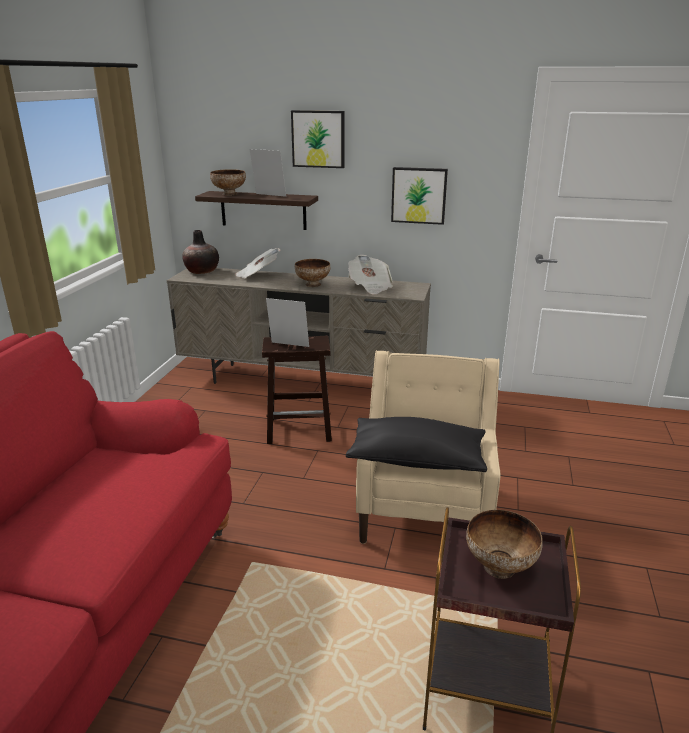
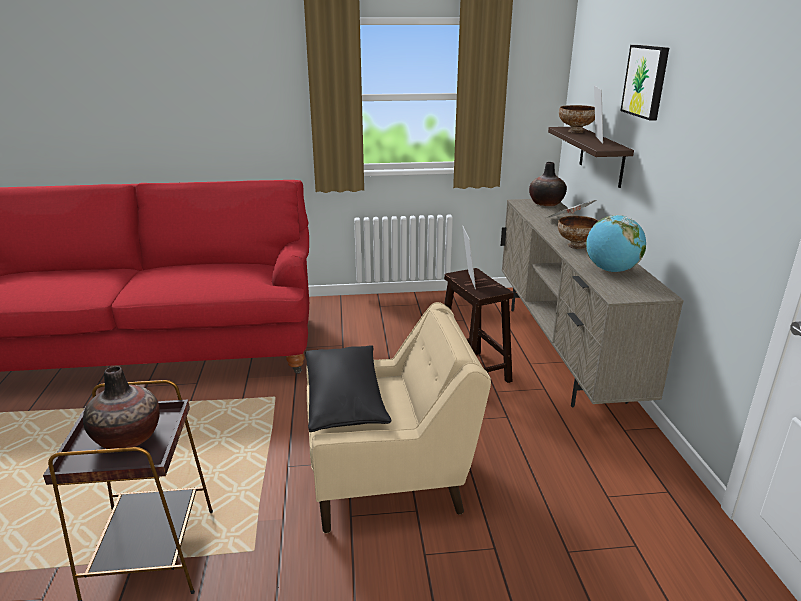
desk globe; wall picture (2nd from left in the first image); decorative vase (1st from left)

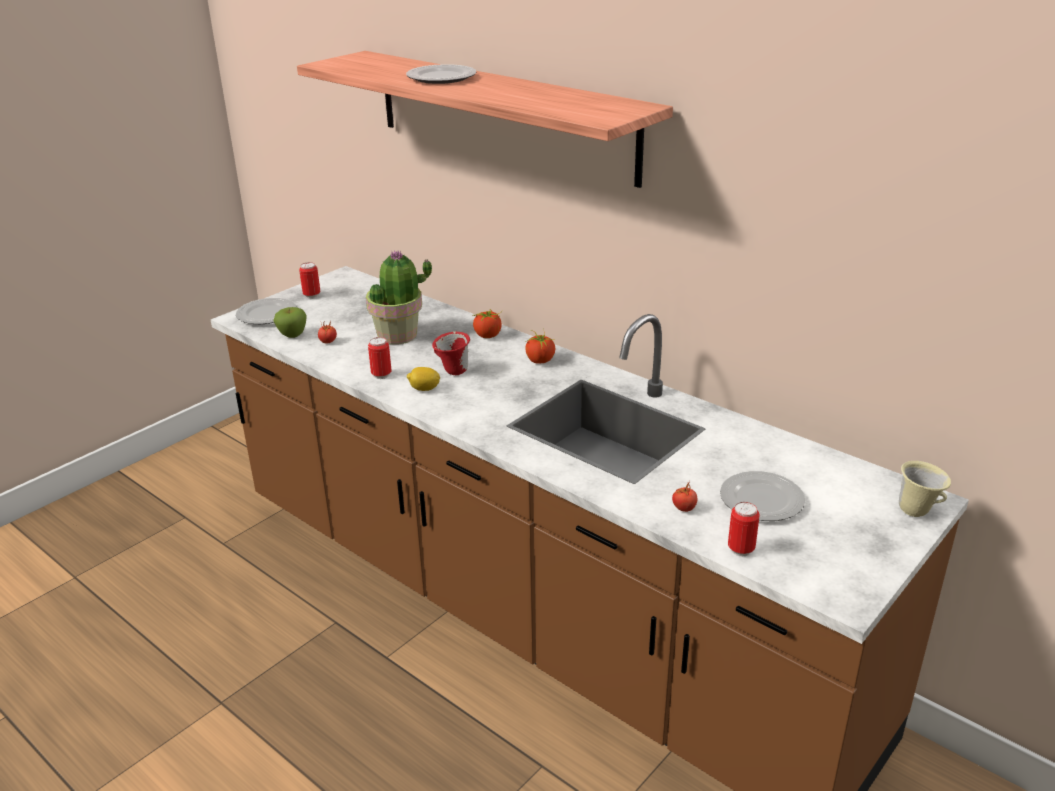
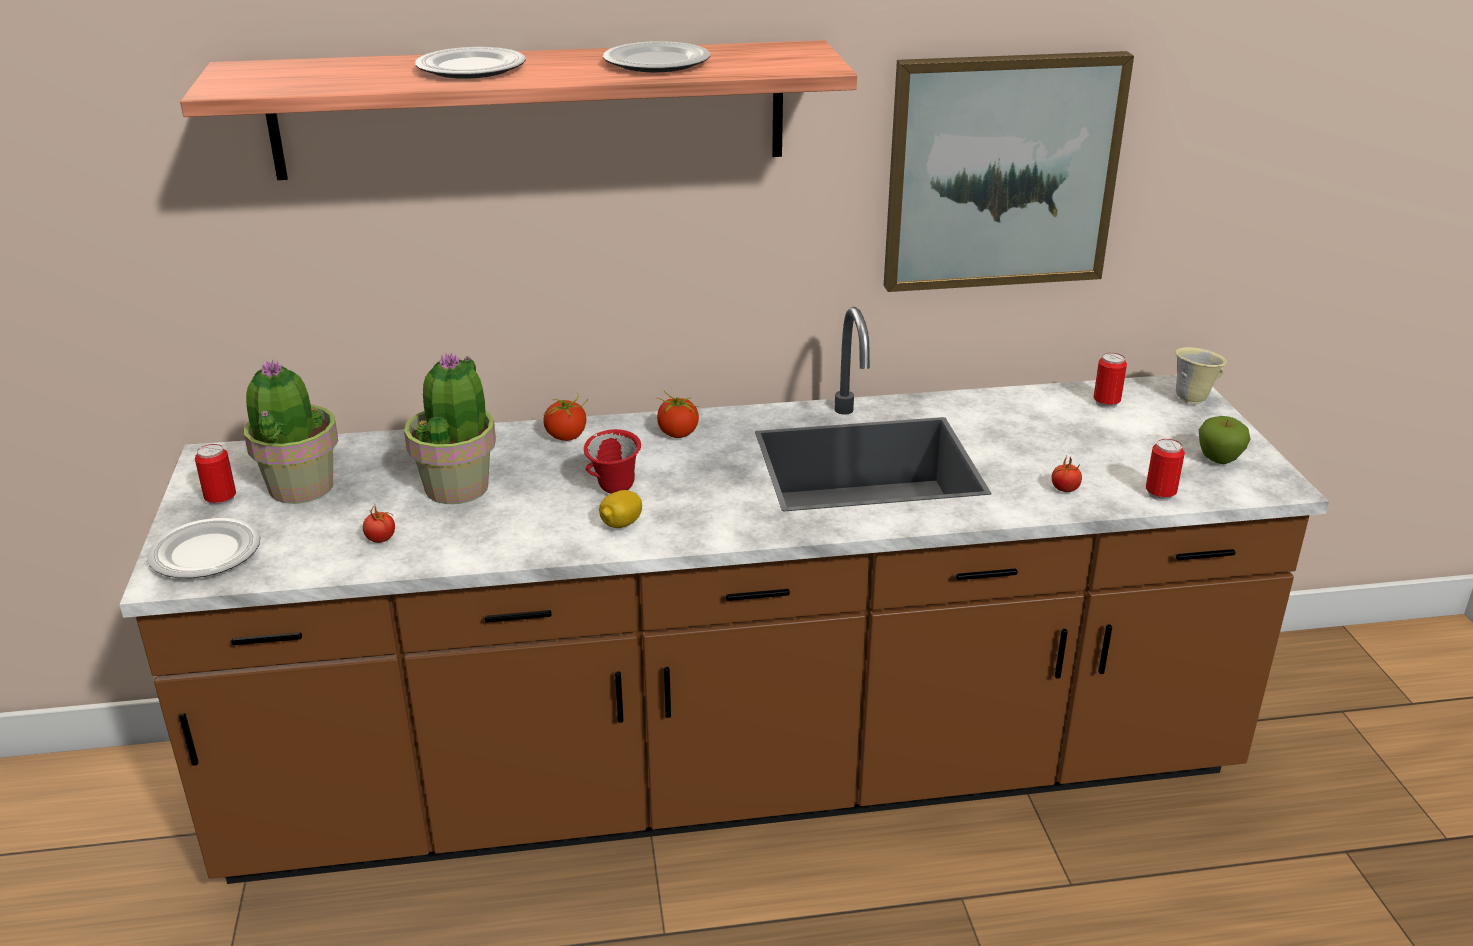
apple fruit; can (2nd from left); plate (3rd from left); plant in a pot (1st from left); wall picture

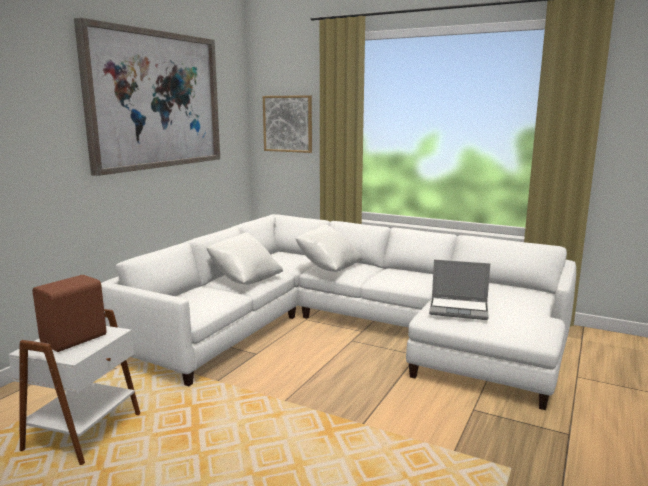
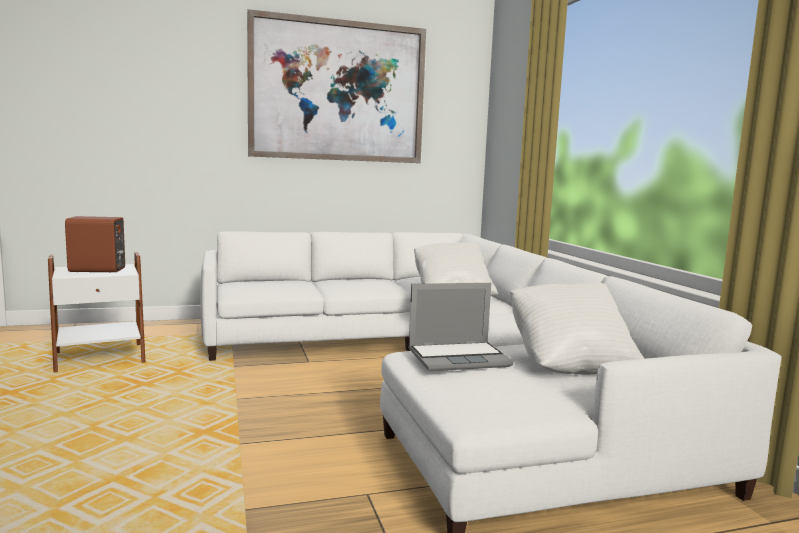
white pillow (2nd from left); wall picture (2nd from left in the first image); laptop

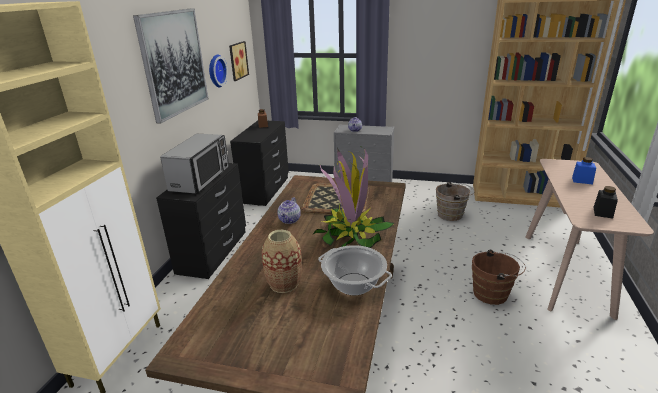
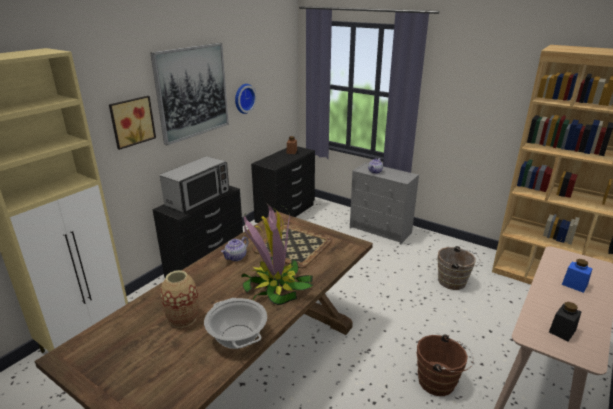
wall picture (1st from left)

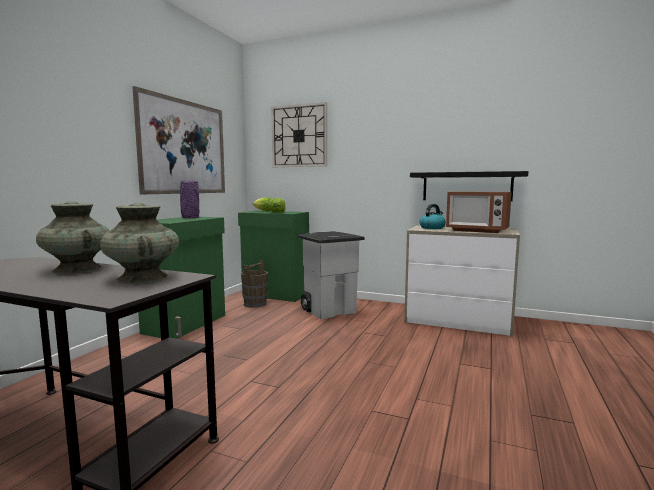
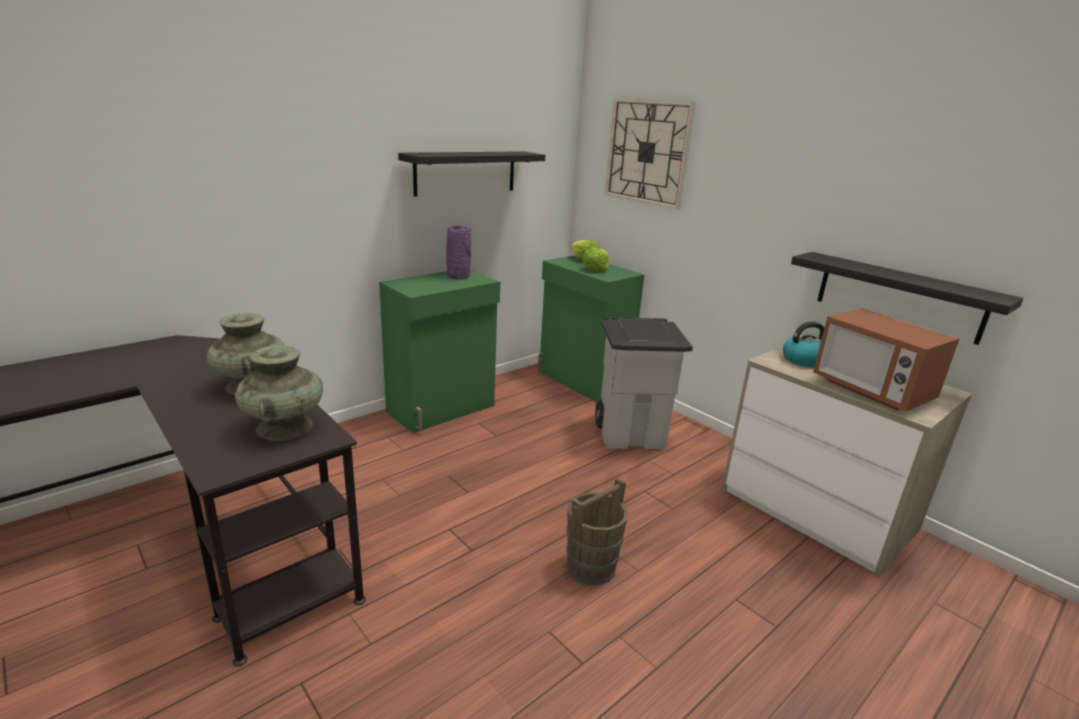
black-coloured wall shelf (1st from left); brown water bucket

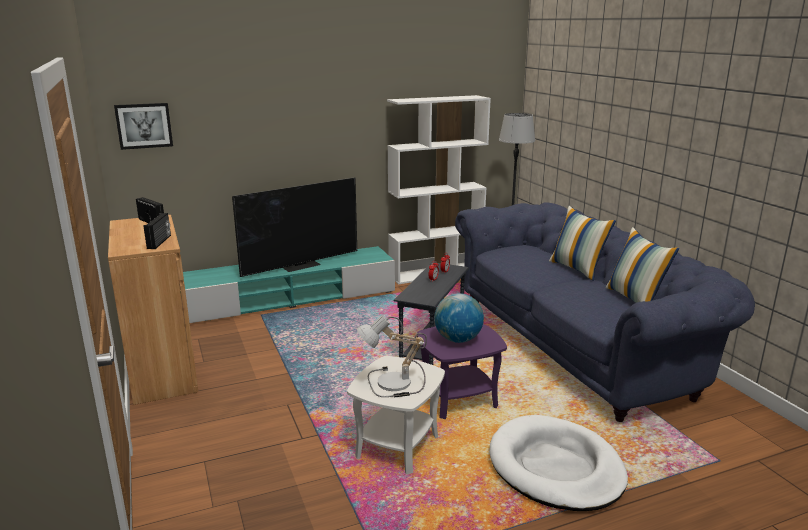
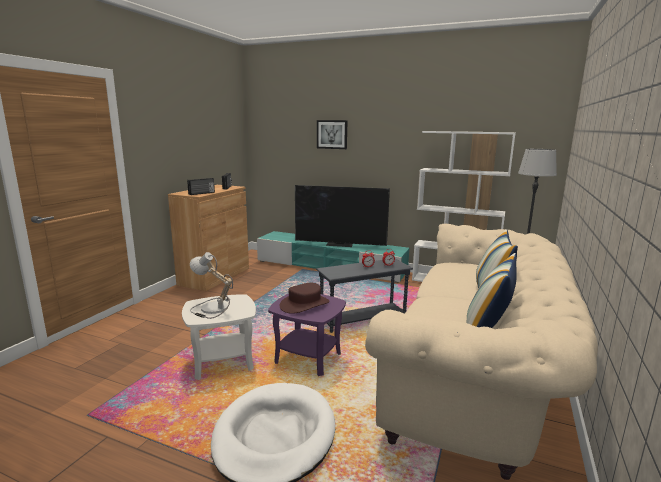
wall picture; brown wearable hat; sand-coloured couch

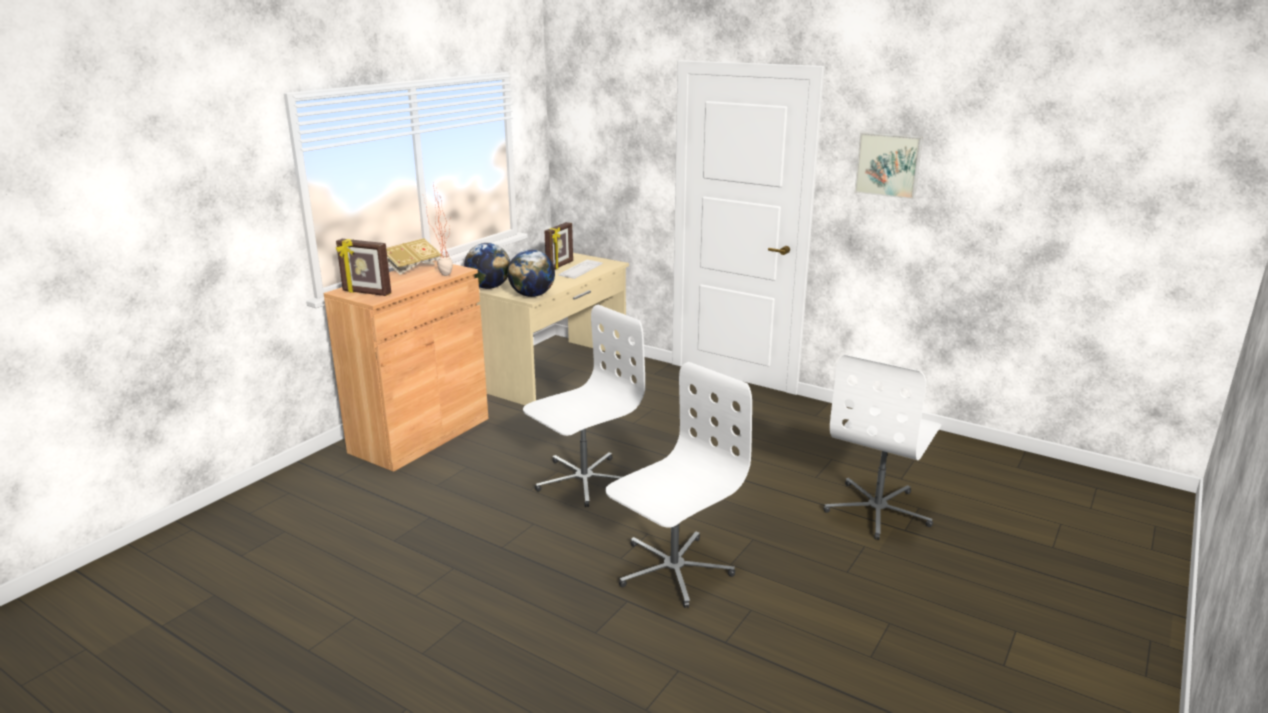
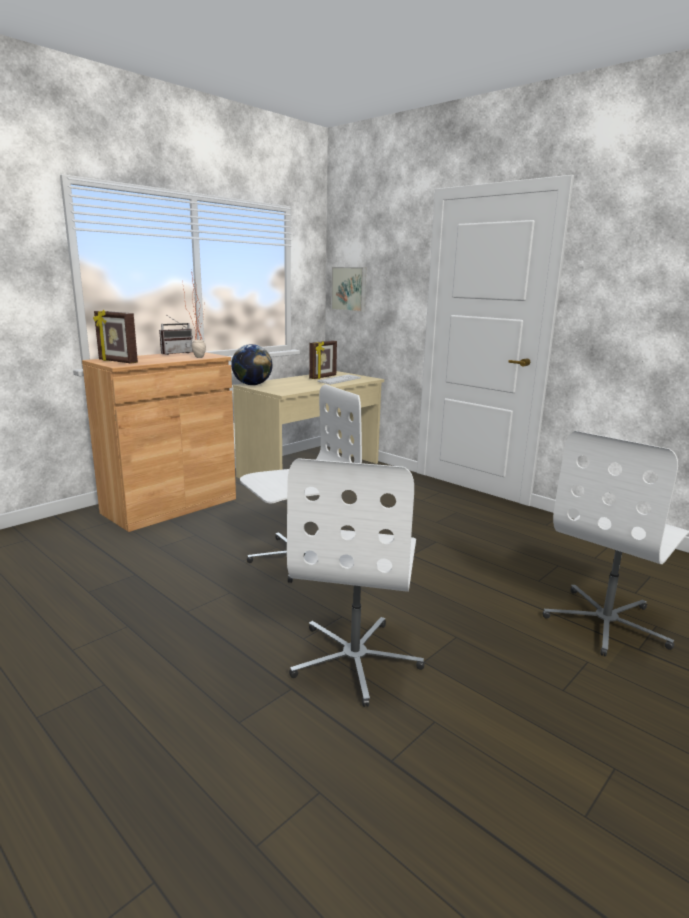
radio receiver; desk globe (2nd from left in the first image); white desk chair (2nd from left); wall picture

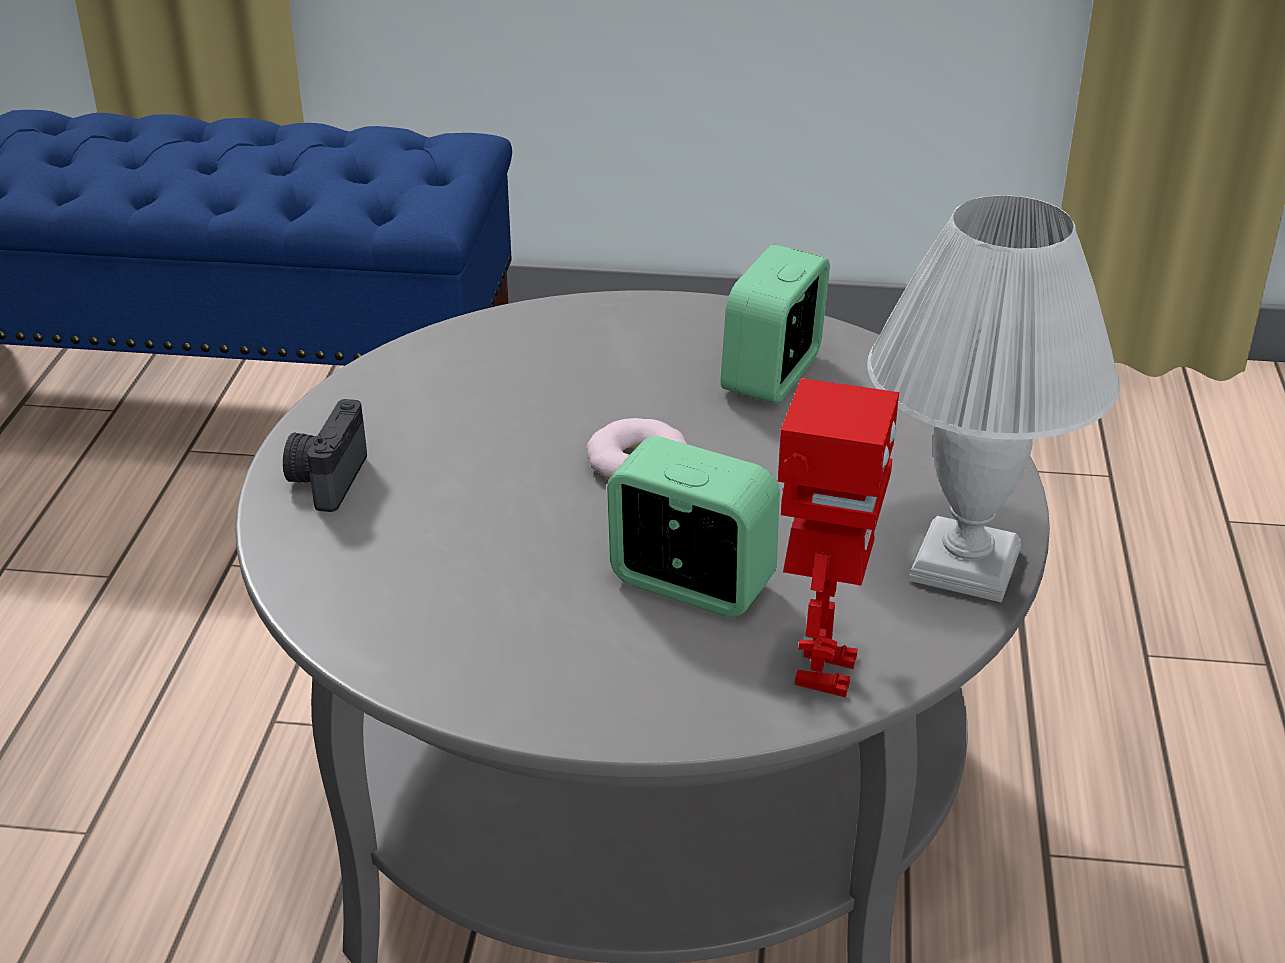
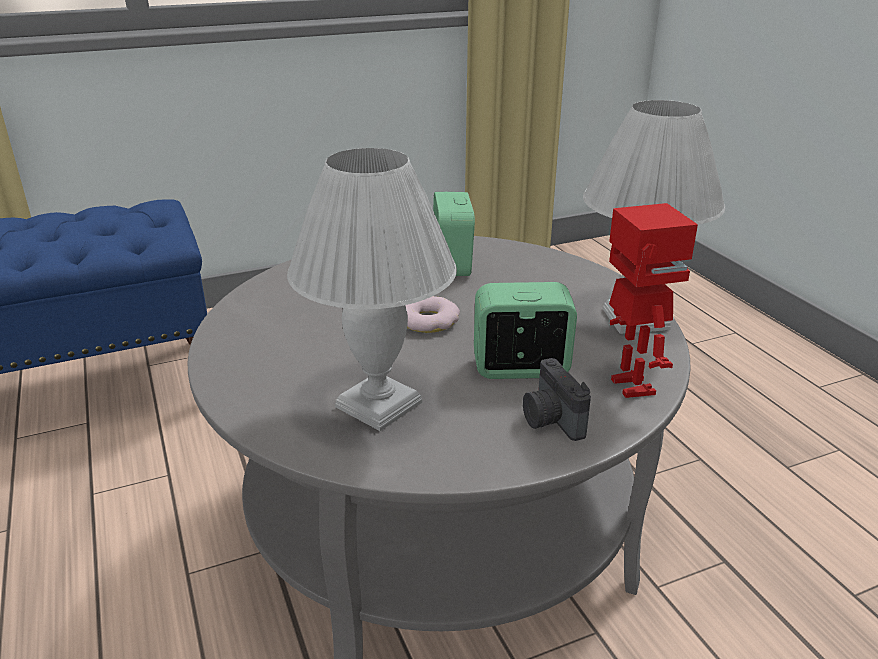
photo camera; white table lamp (1st from left)

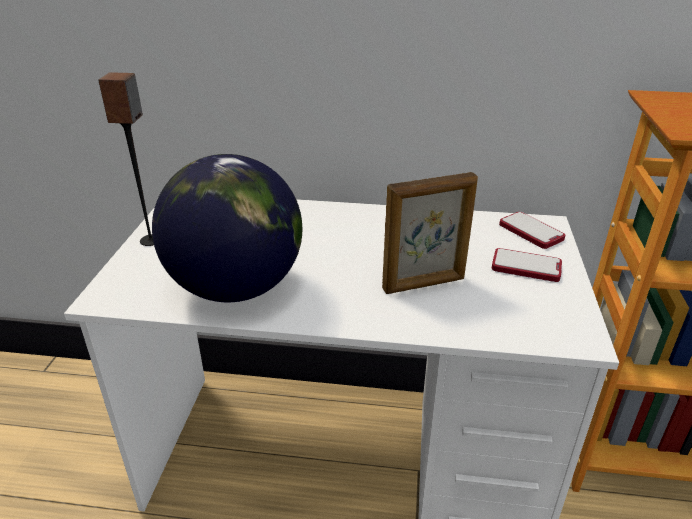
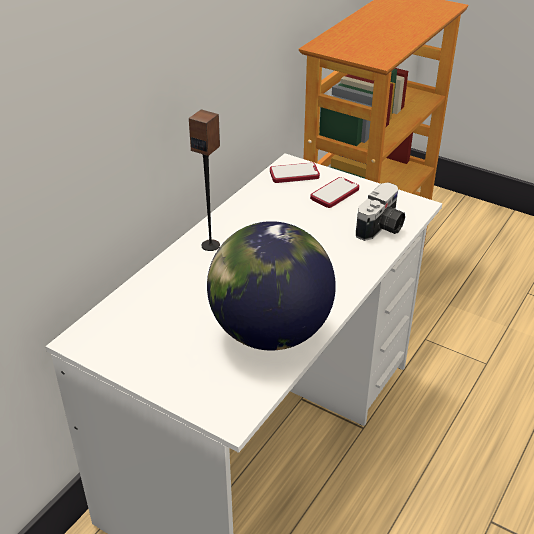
audio speaker; photo frame; photo camera

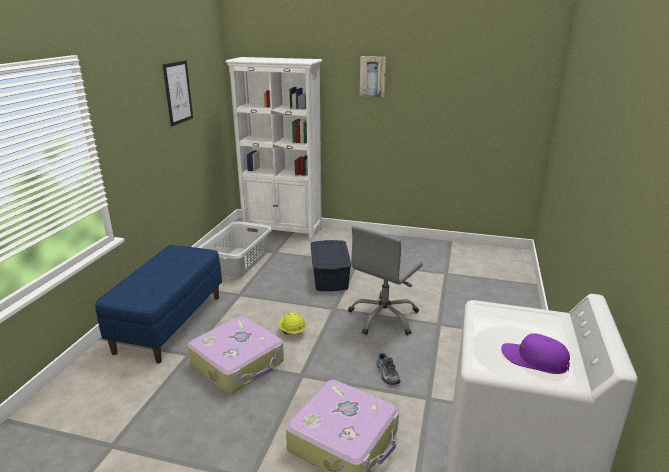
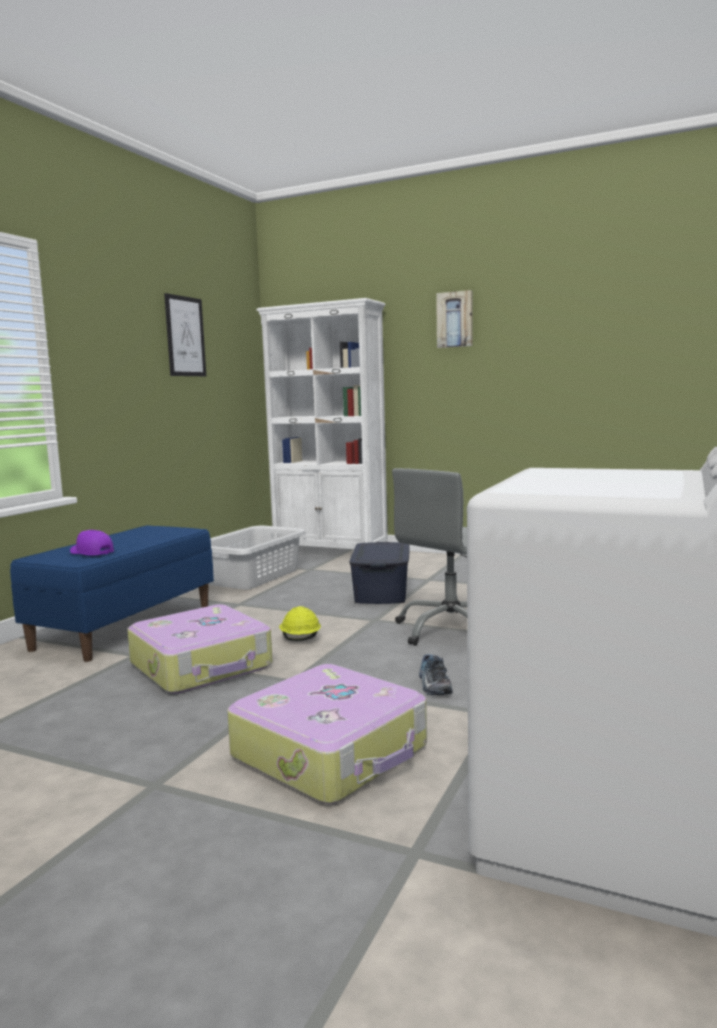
purplish peaked cap

